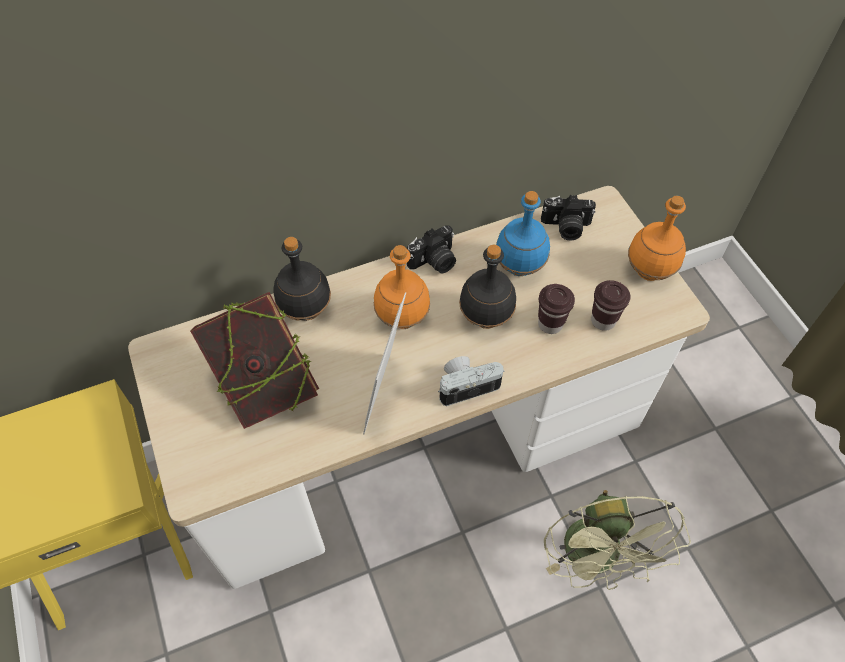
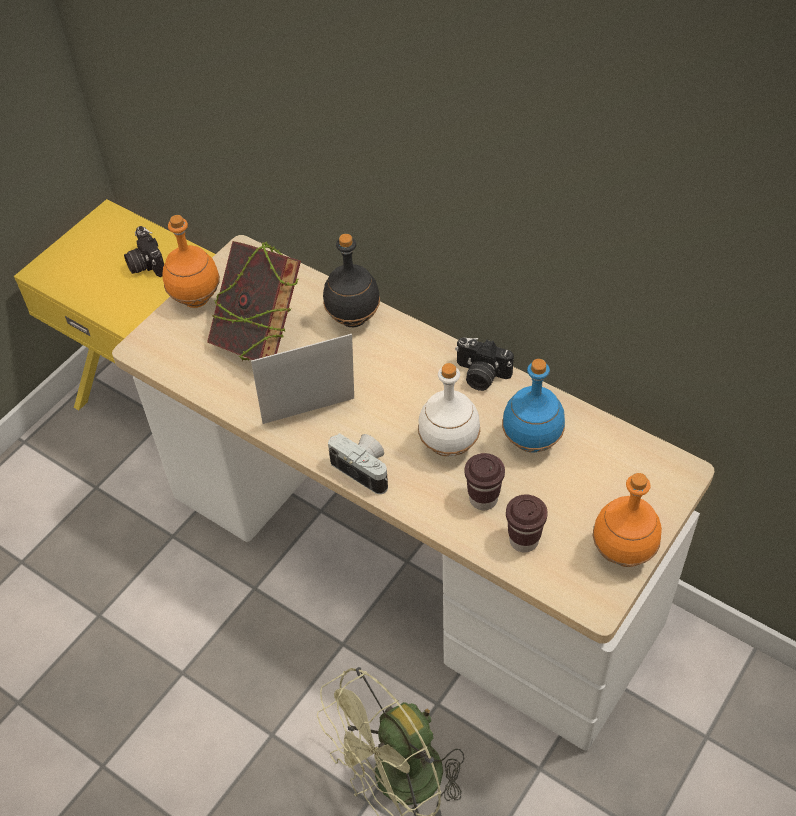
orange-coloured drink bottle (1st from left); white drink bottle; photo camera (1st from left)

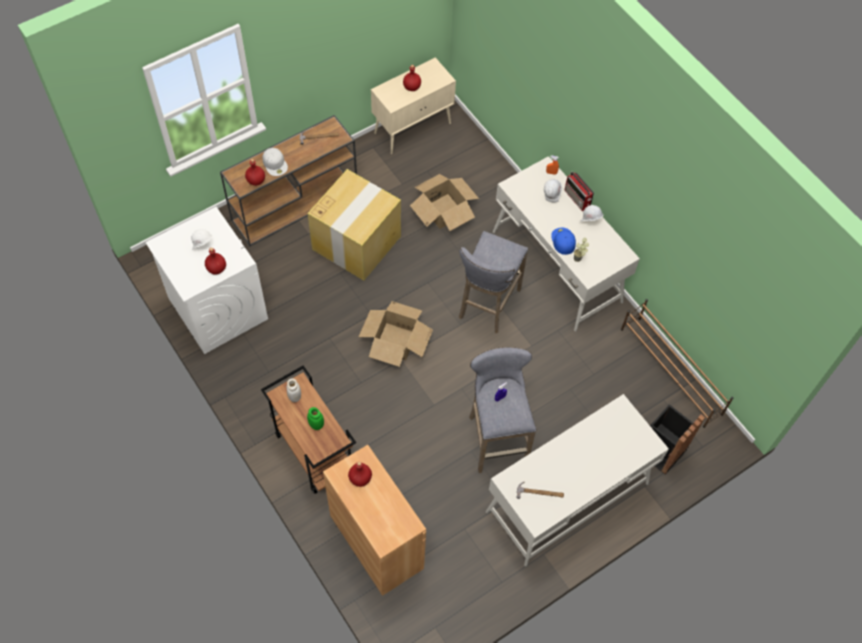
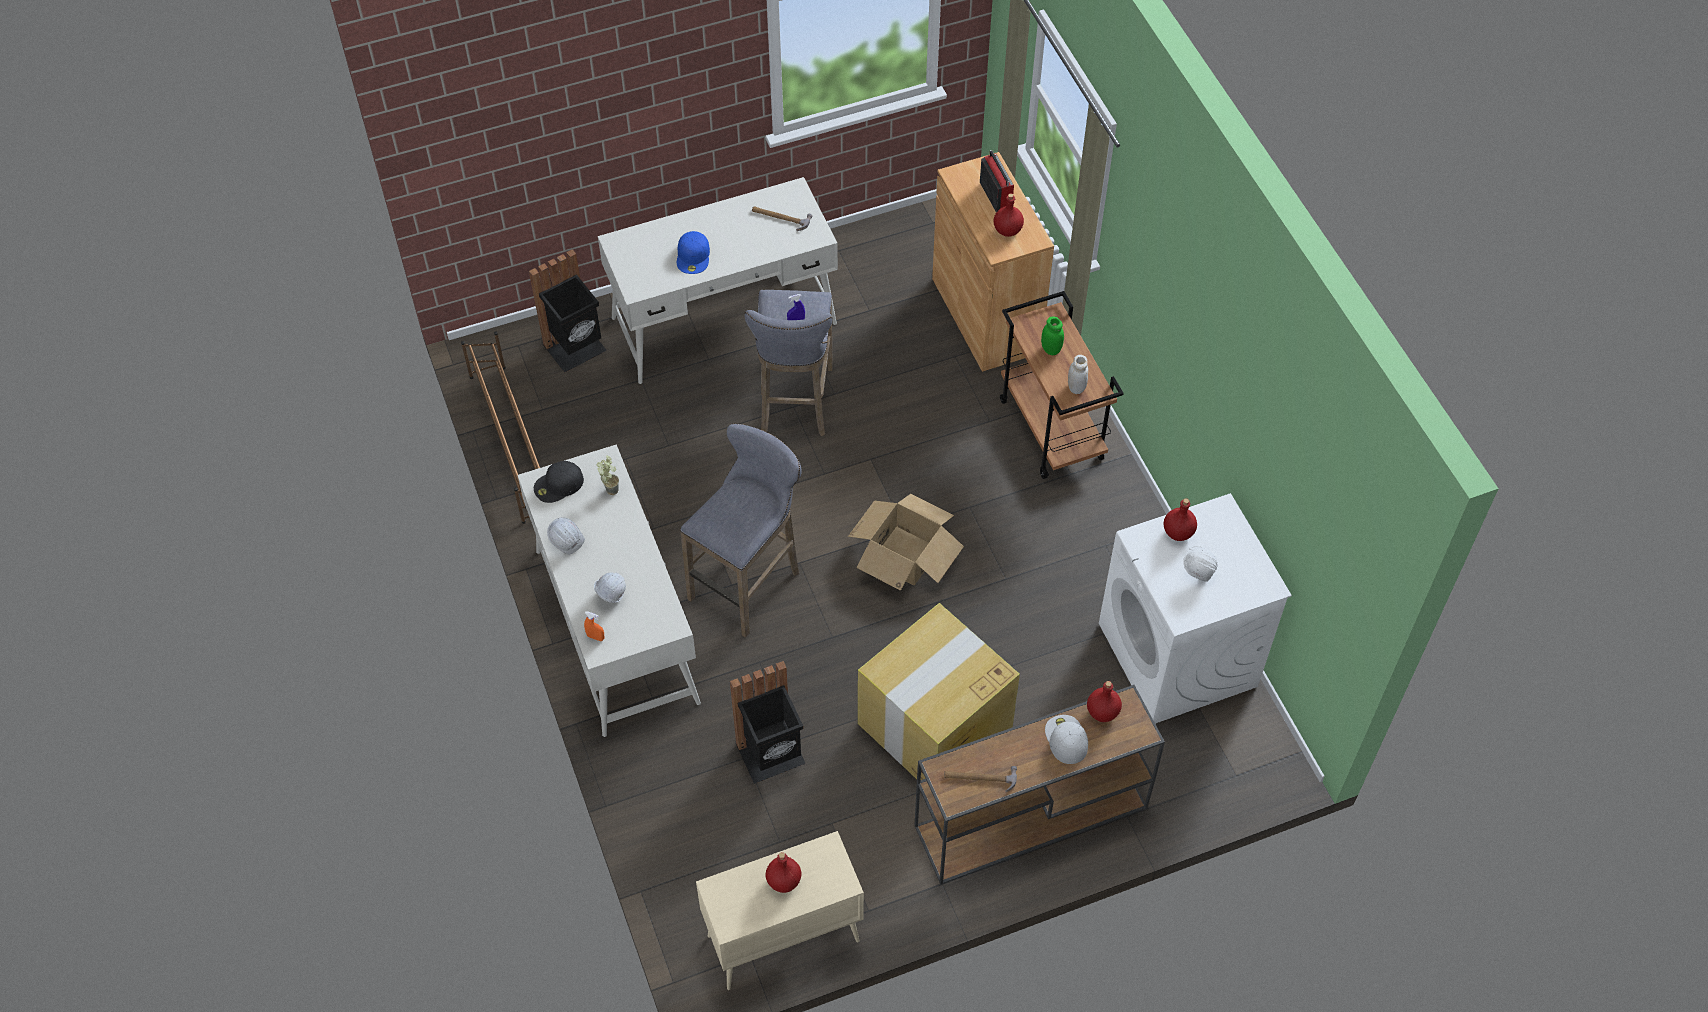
black-coloured rubbish bin (2nd from left); blue-coloured peaked cap; radio receiver; black-coloured peaked cap

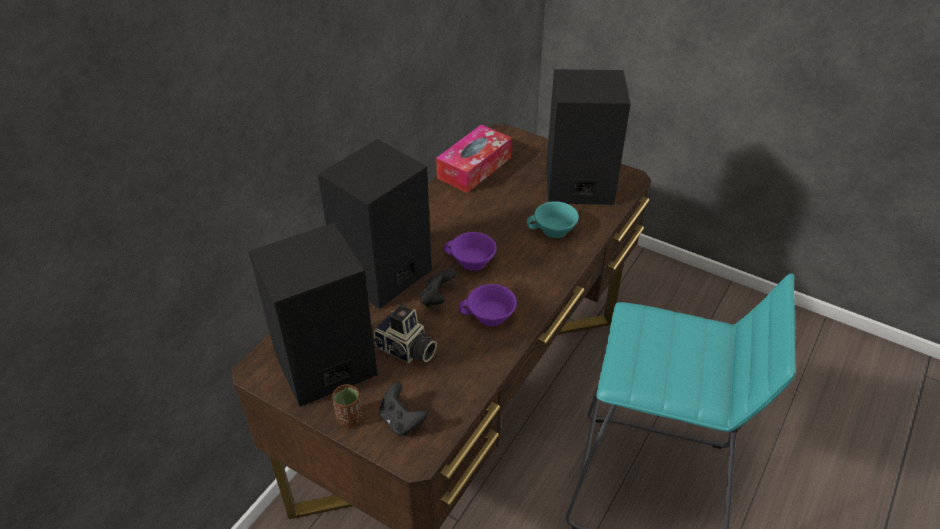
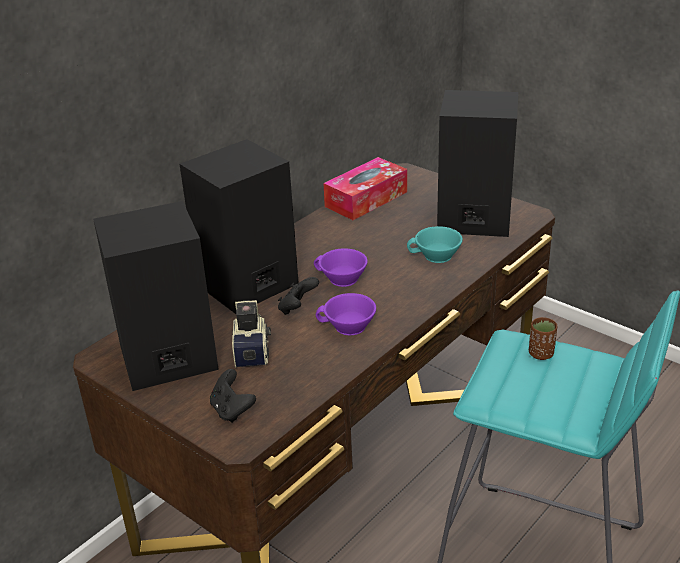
brown cup; photo camera

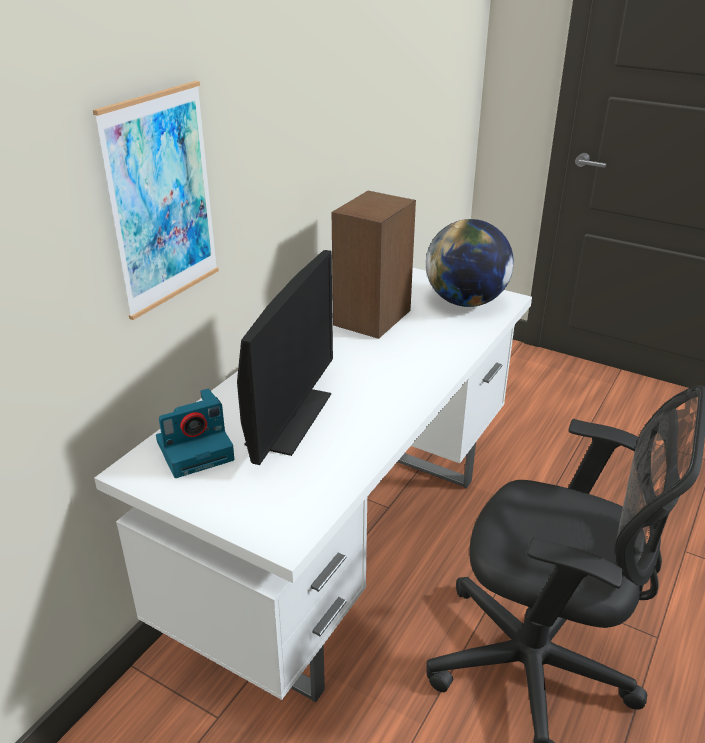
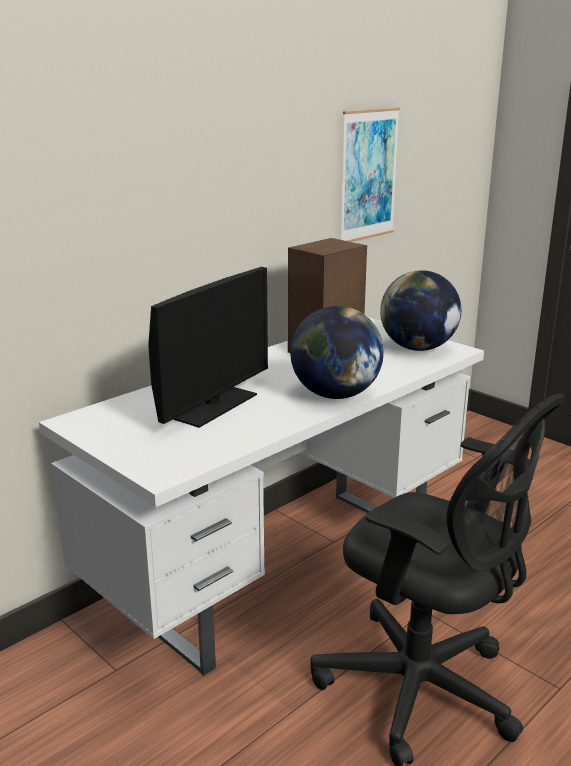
wall picture; photo camera; desk globe (1st from left)

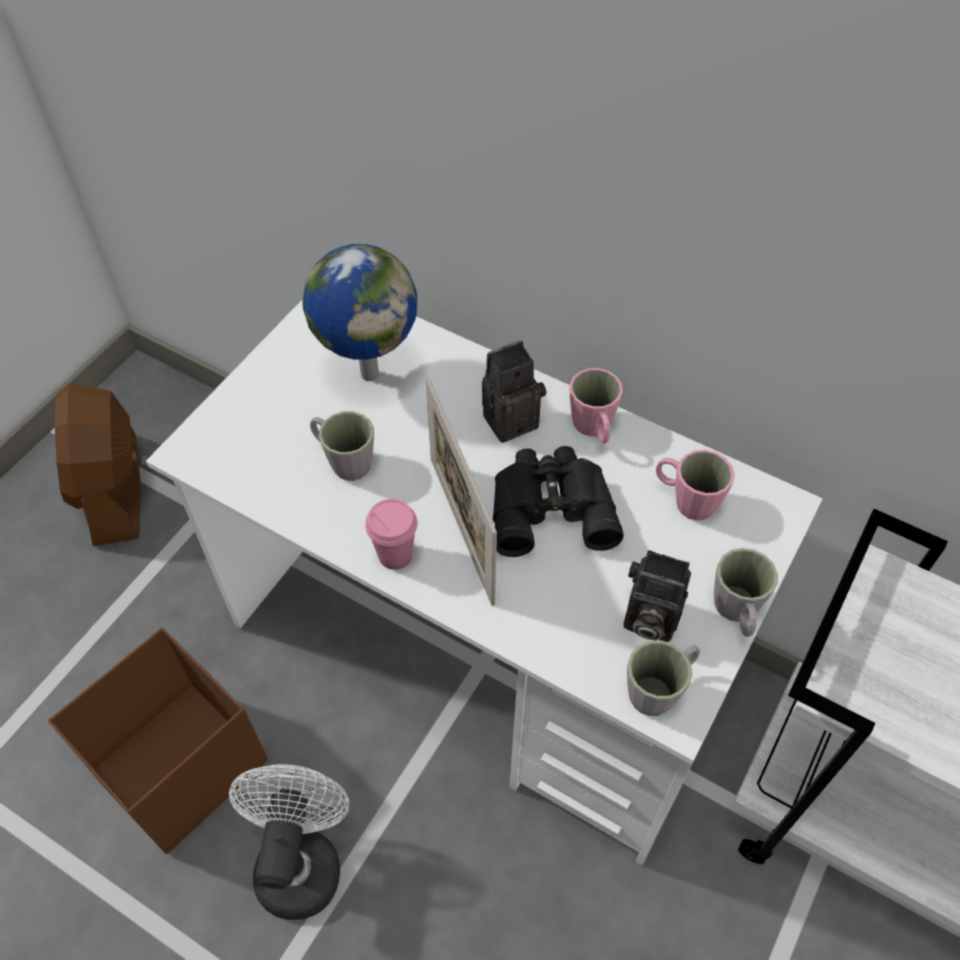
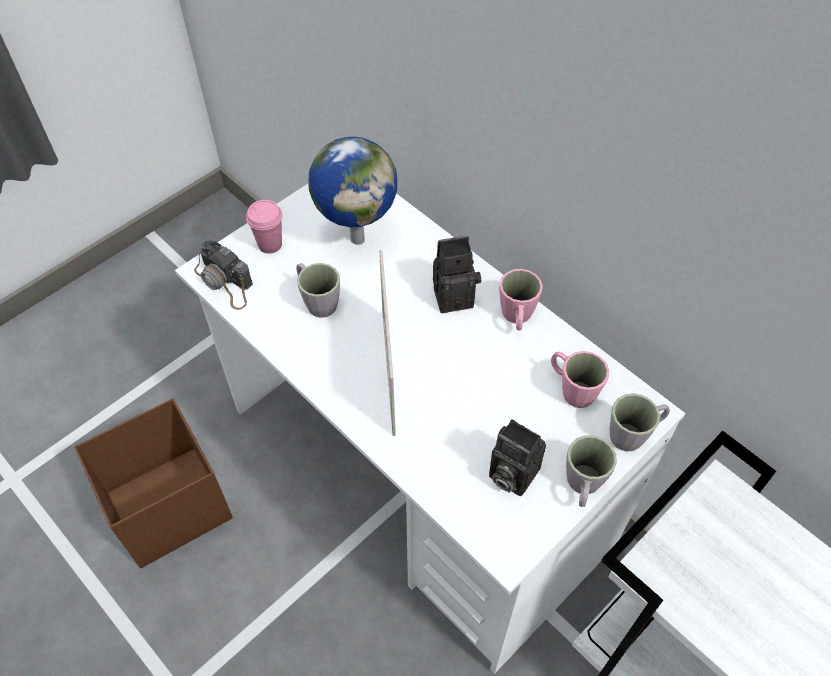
brown fan; white fan; pinkish cup; black-coloured pair of binoculars; greyish mug (3rd from left); photo camera (1st from left)

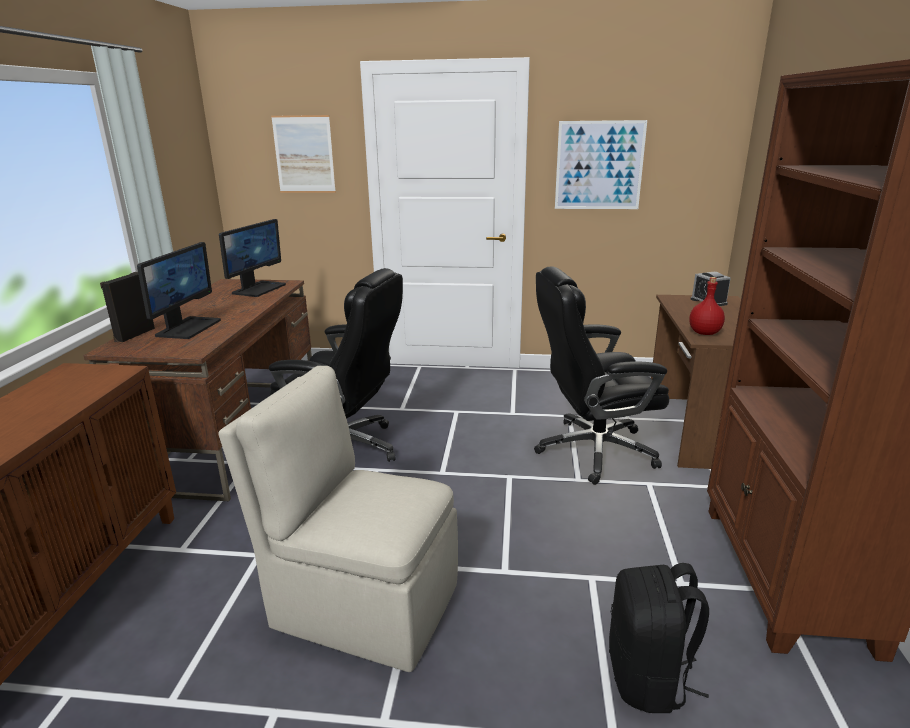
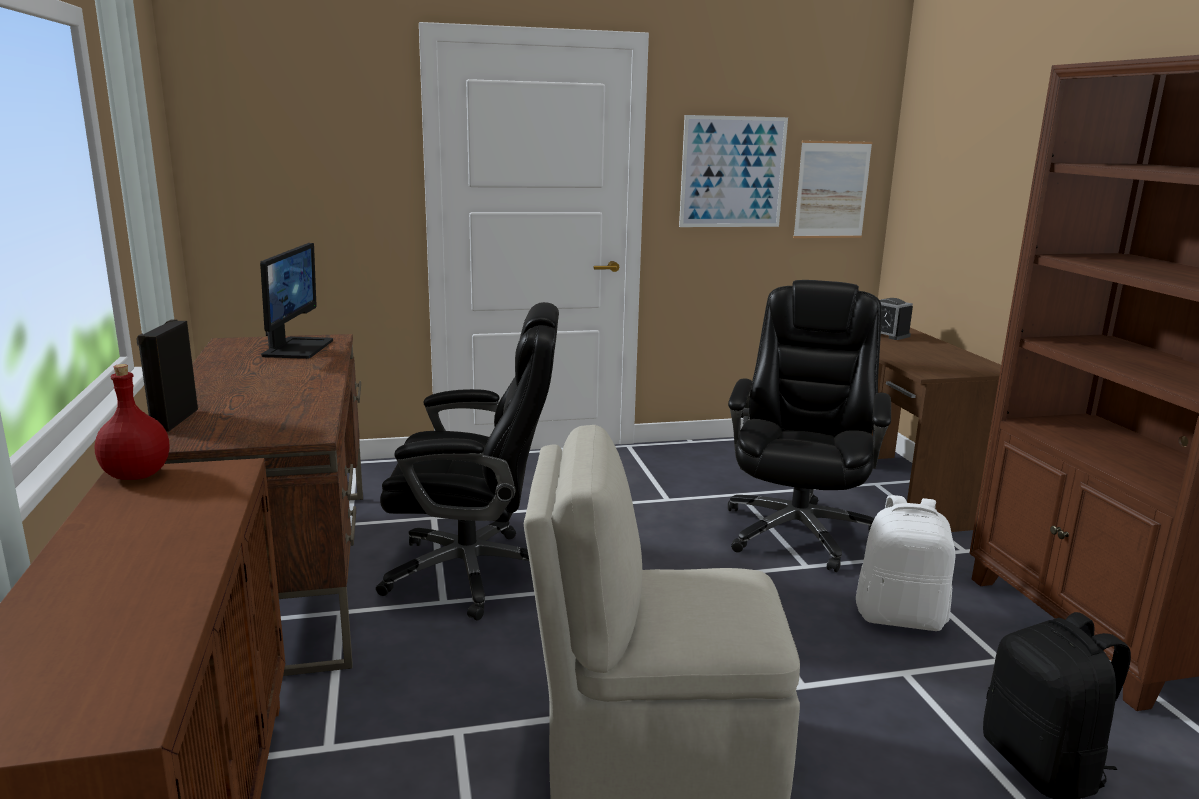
computer display (1st from left in the first image); wall picture (2nd from left); black-coloured desk chair (2nd from left); red-coloured drink bottle; white backpack

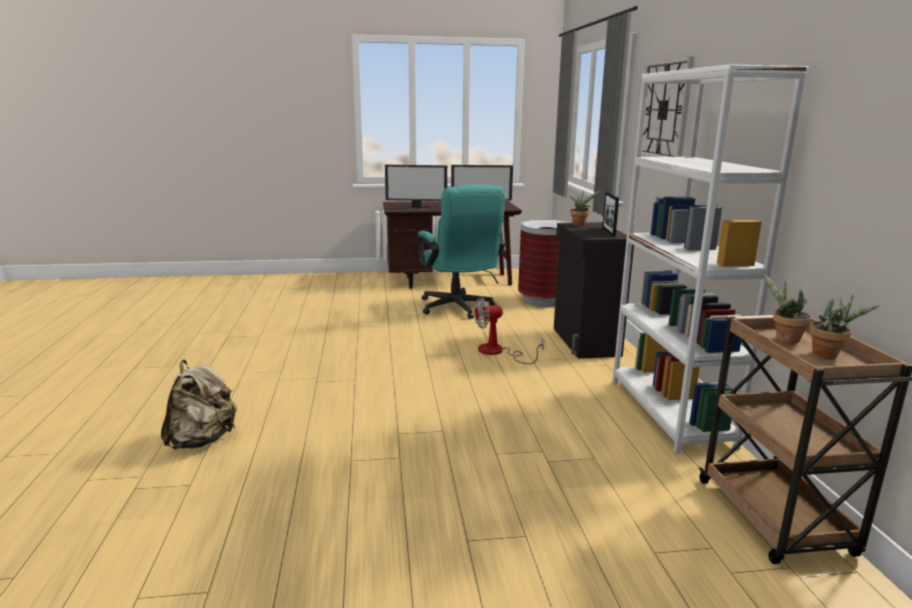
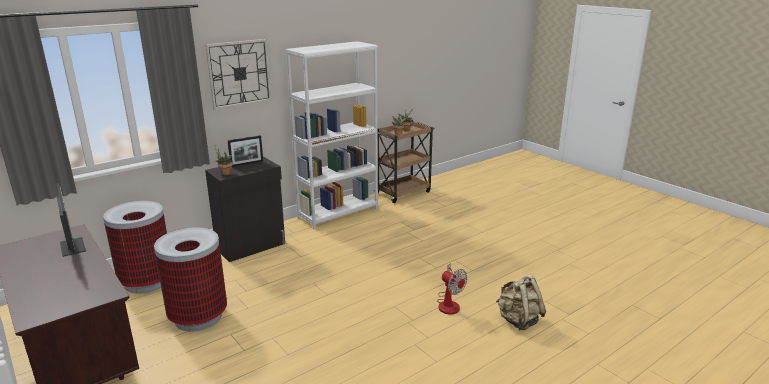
computer display (1st from left in the first image); rubbish bin (2nd from left); fan

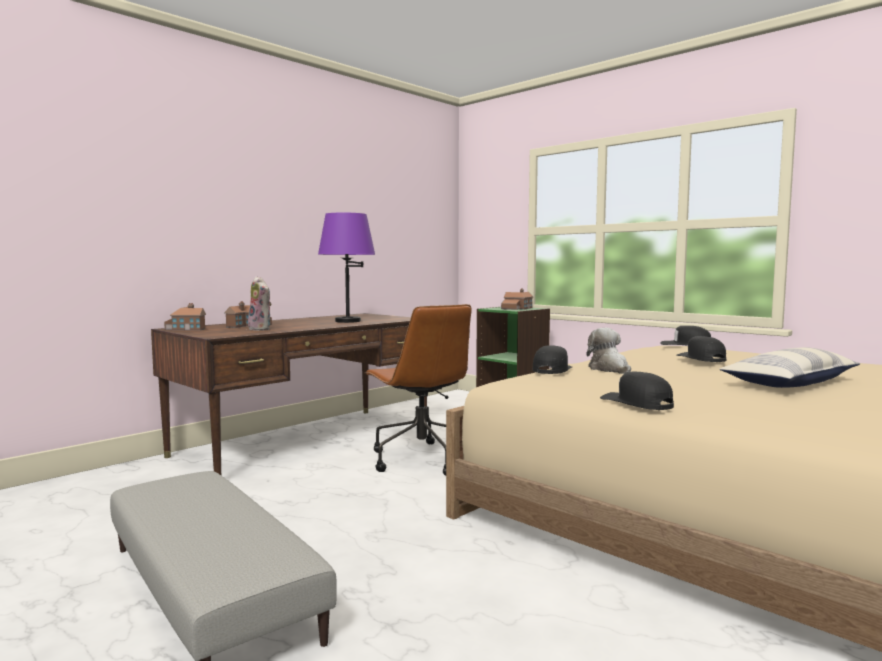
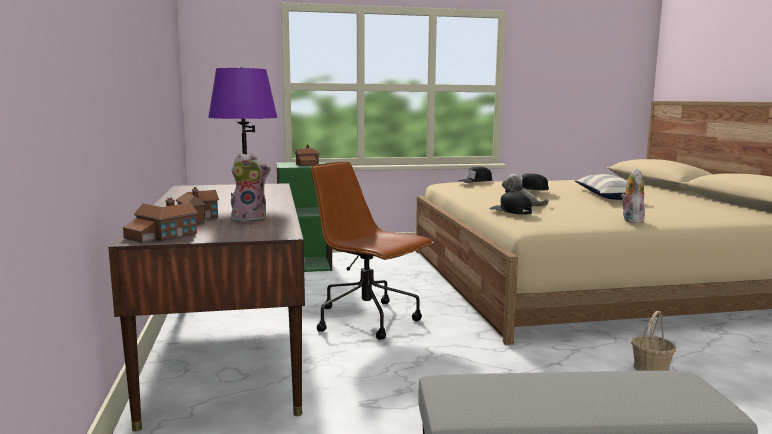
brown desk chair; soft toy (3rd from left); basket

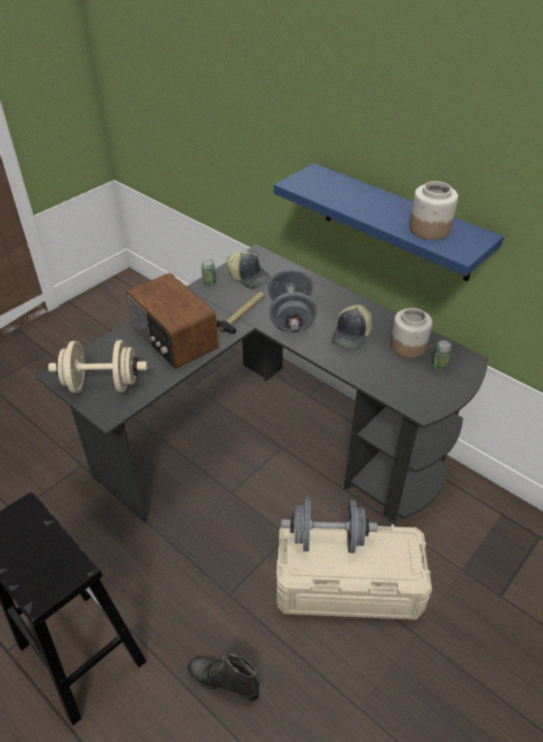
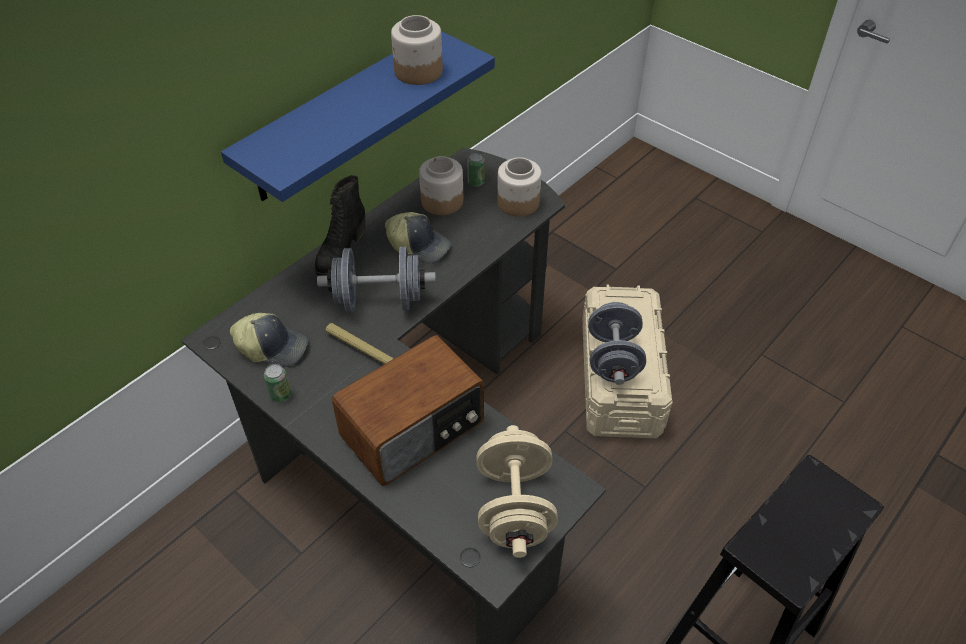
black-coloured boot; peaked cap (1st from left); storage jar (3rd from left)

